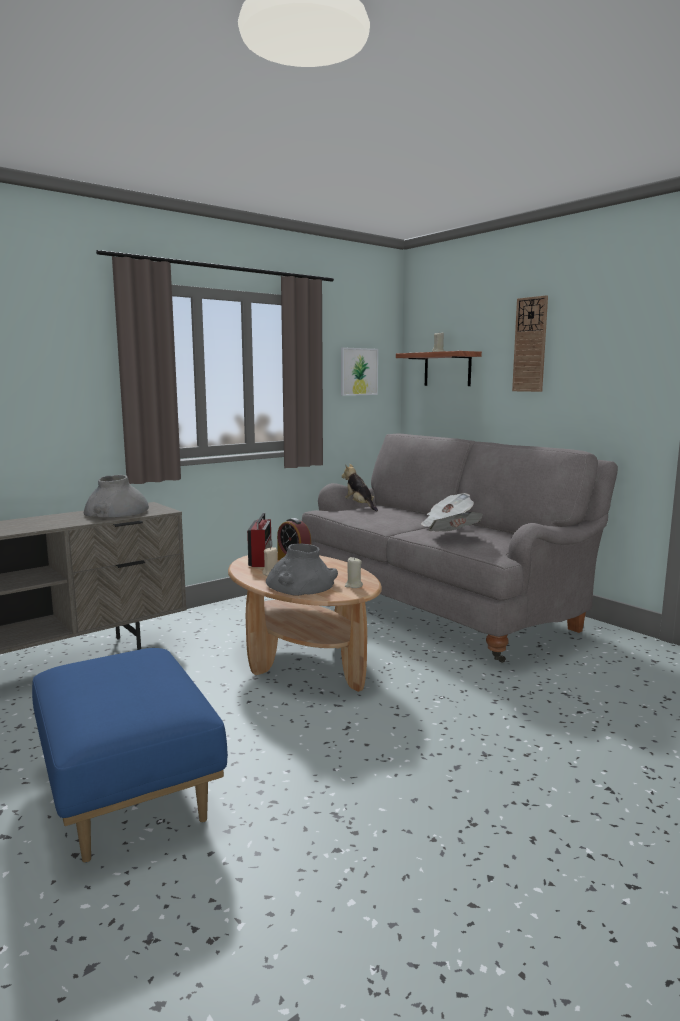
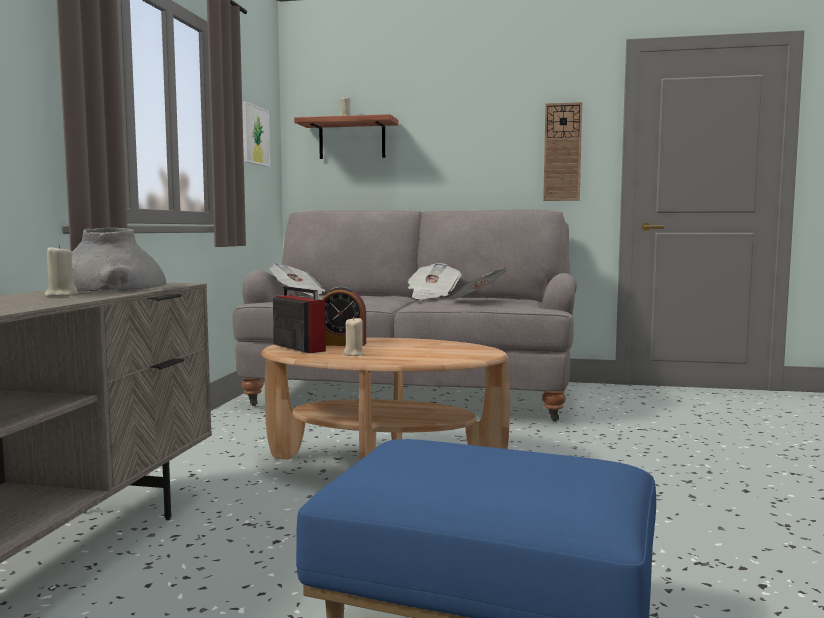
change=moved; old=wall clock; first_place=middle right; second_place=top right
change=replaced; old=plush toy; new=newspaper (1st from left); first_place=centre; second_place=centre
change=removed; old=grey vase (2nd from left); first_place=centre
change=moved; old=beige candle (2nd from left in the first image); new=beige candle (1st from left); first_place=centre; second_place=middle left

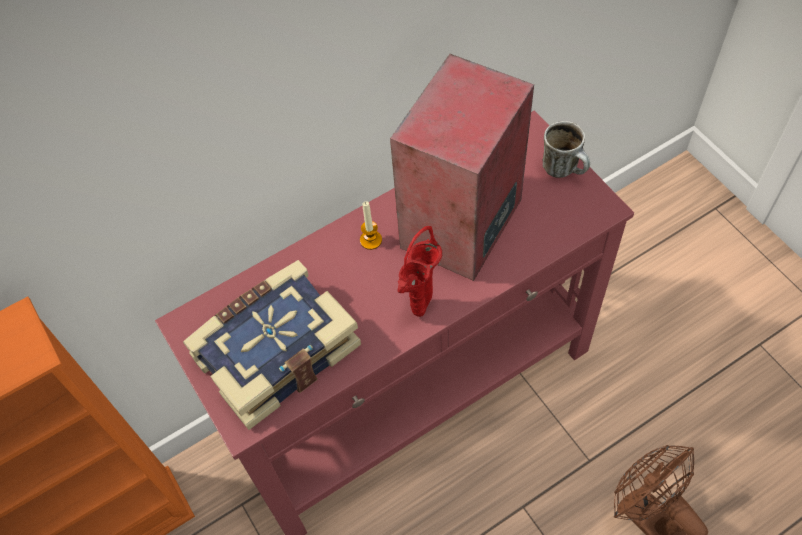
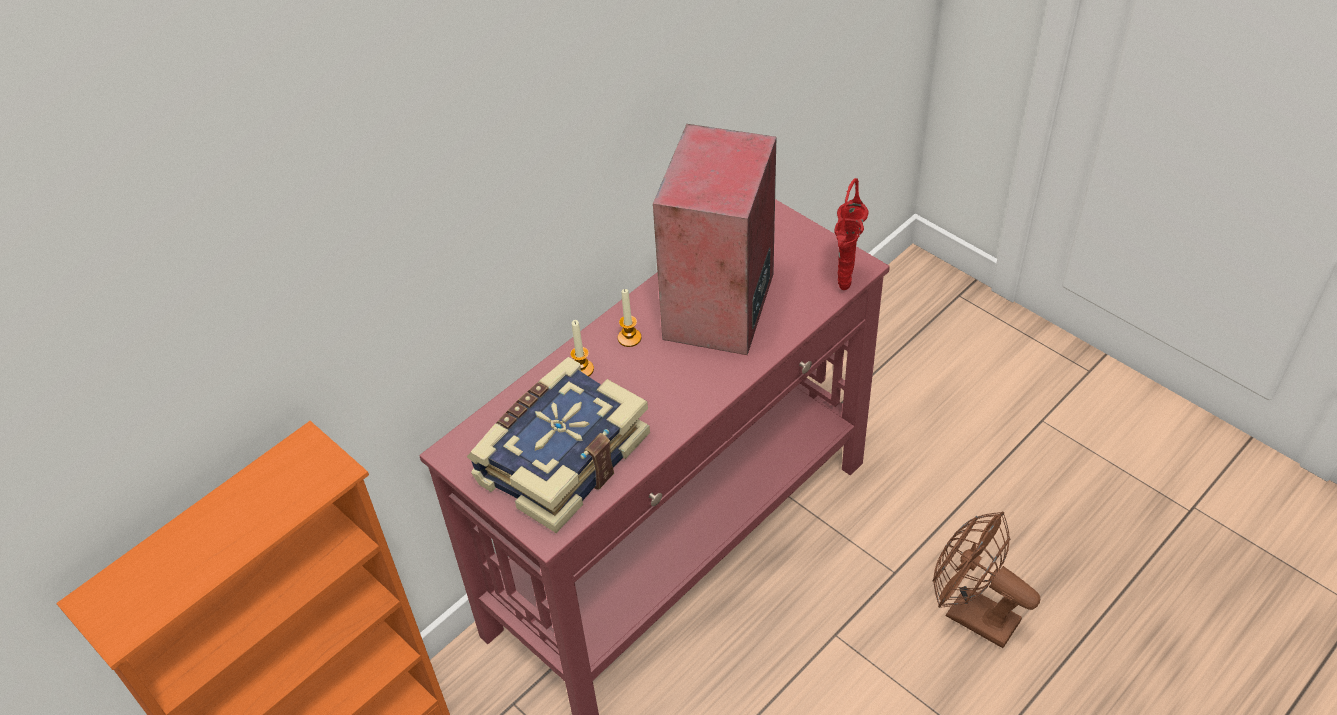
change=removed; old=mug; first_place=top right
change=moved; old=red vase; first_place=centre; second_place=top centre
change=added; new=candle (1st from left); second_place=centre

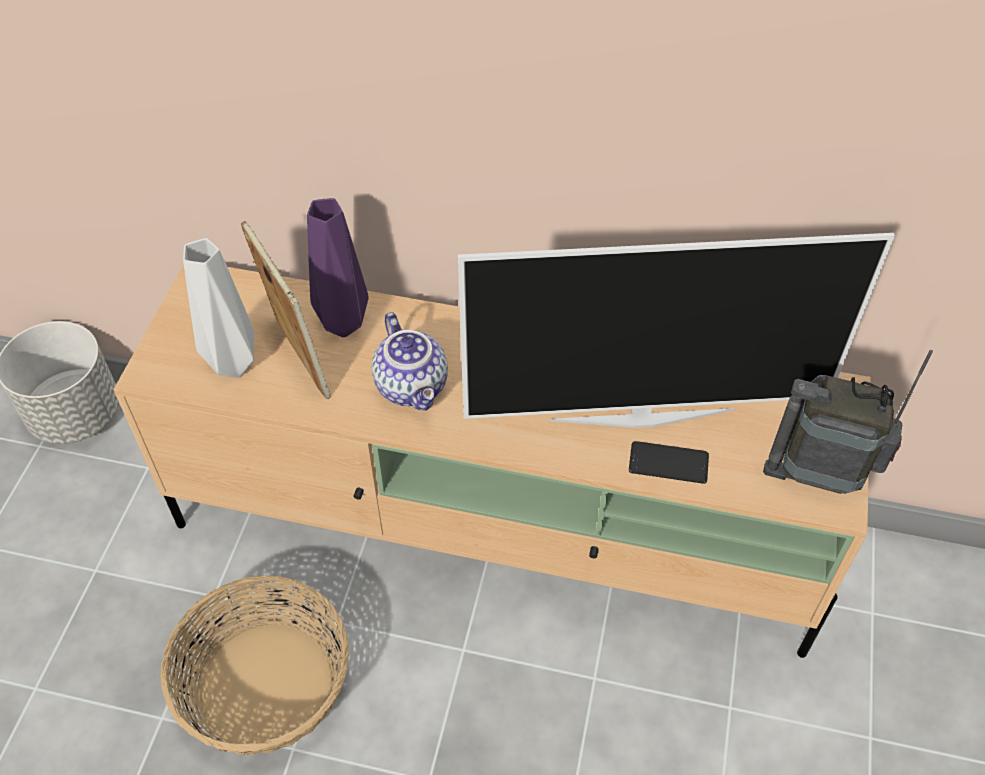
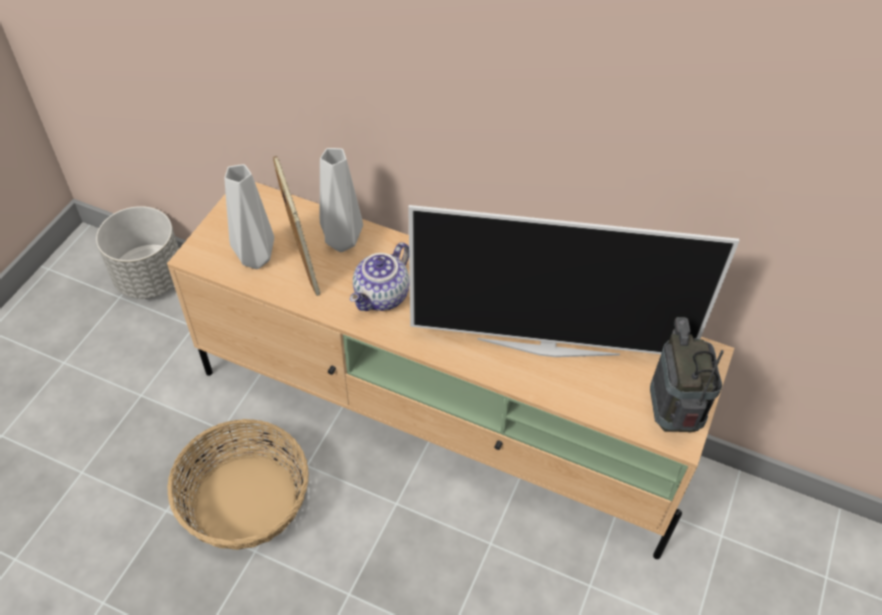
change=recoloured; old=purple vase; new=grey vase (2nd from left); first_place=centre; second_place=top centre
change=turned; old=teapot; first_place=centre; second_place=centre; degrees=45
change=turned; old=radio; first_place=middle right; second_place=middle right; degrees=60
change=removed; old=phone; first_place=middle right

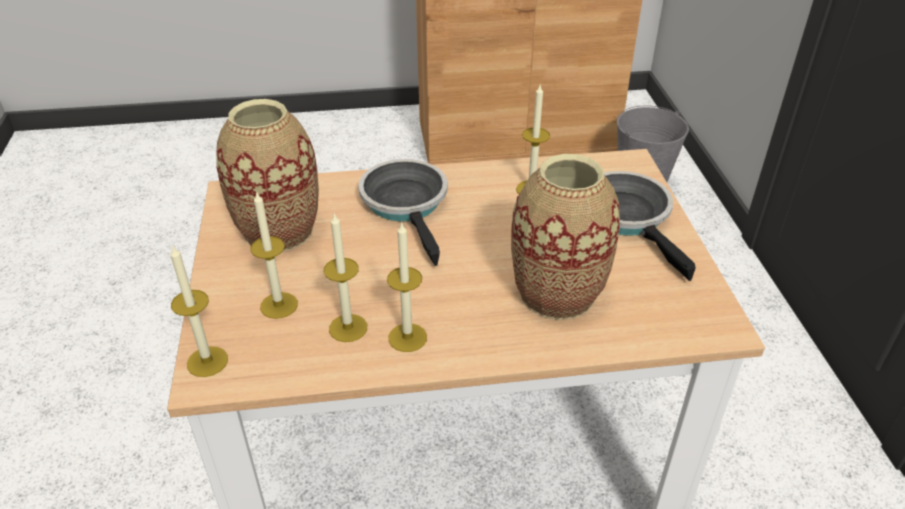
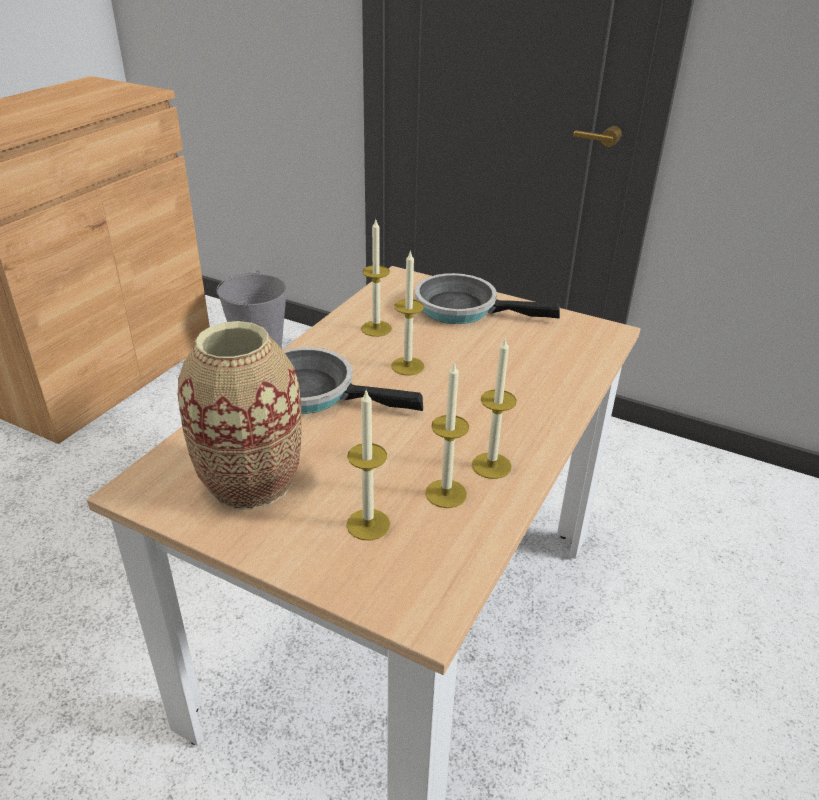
change=removed; old=vase (2nd from left); first_place=centre
change=moved; old=candle (1st from left in the first image); new=candle (3rd from left); first_place=middle left; second_place=centre

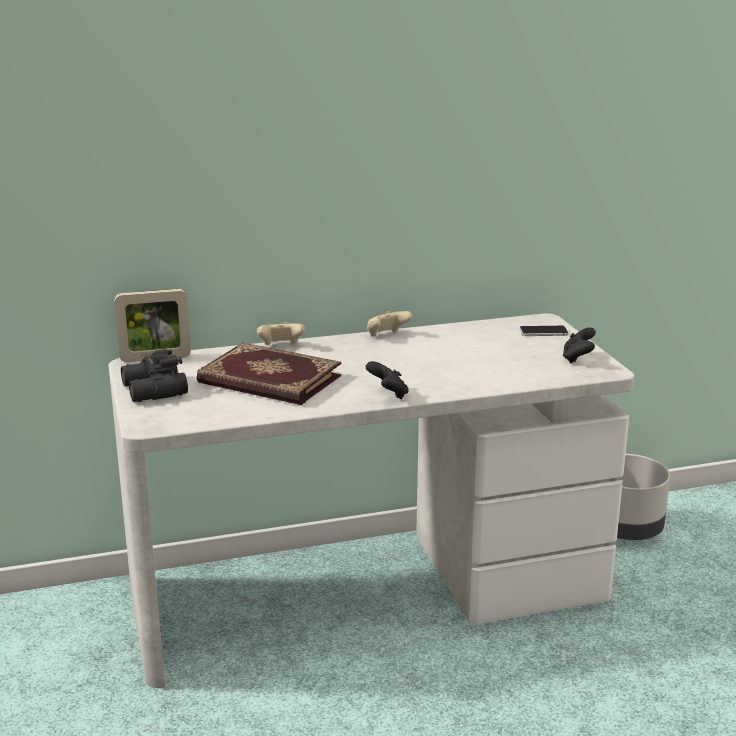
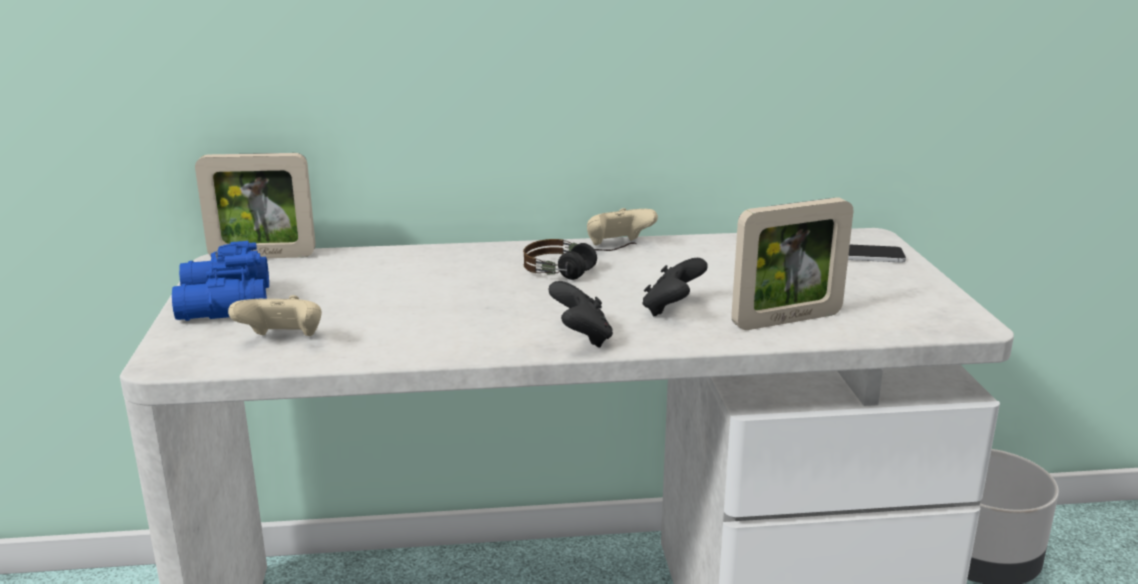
change=moved; old=beige game controller (1st from left); first_place=centre; second_place=middle left
change=moved; old=black game controller (2nd from left); first_place=middle right; second_place=centre
change=removed; old=book; first_place=centre
change=recoloured; old=black binoculars; new=blue binoculars; first_place=middle left; second_place=middle left
change=added; new=picture frame (2nd from left); second_place=middle right
change=added; new=headphones; second_place=centre

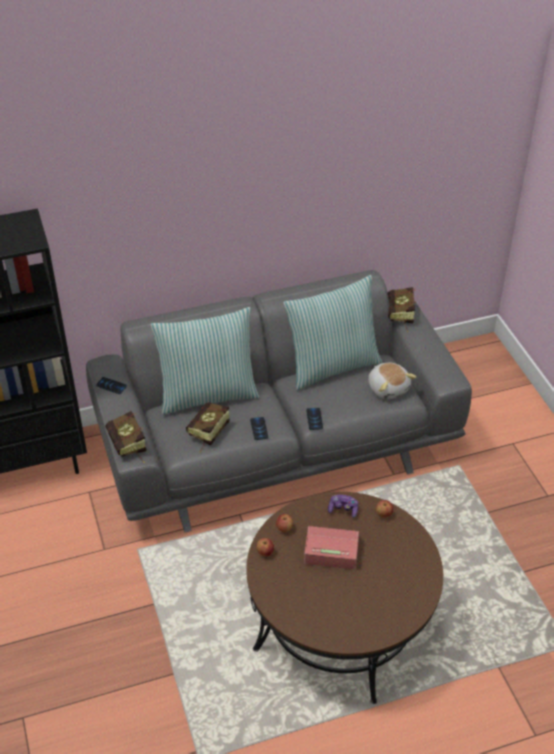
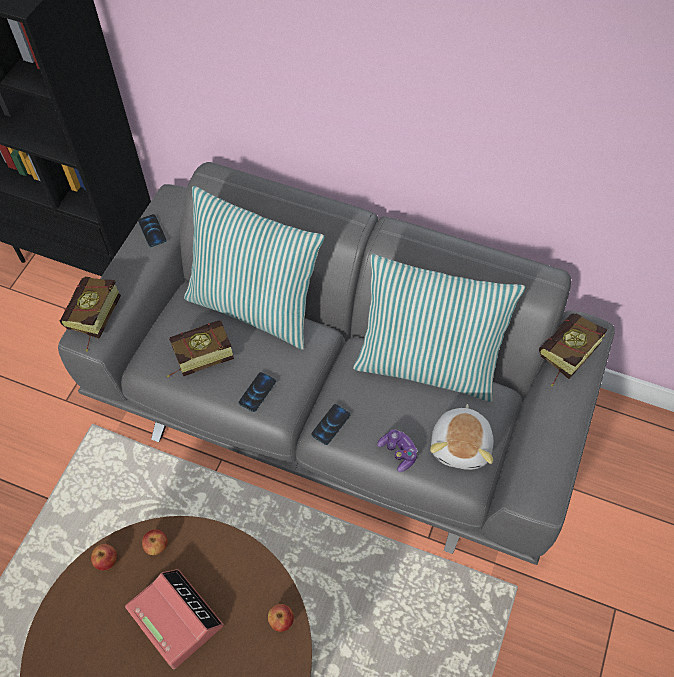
change=moved; old=game controller; first_place=bottom centre; second_place=centre

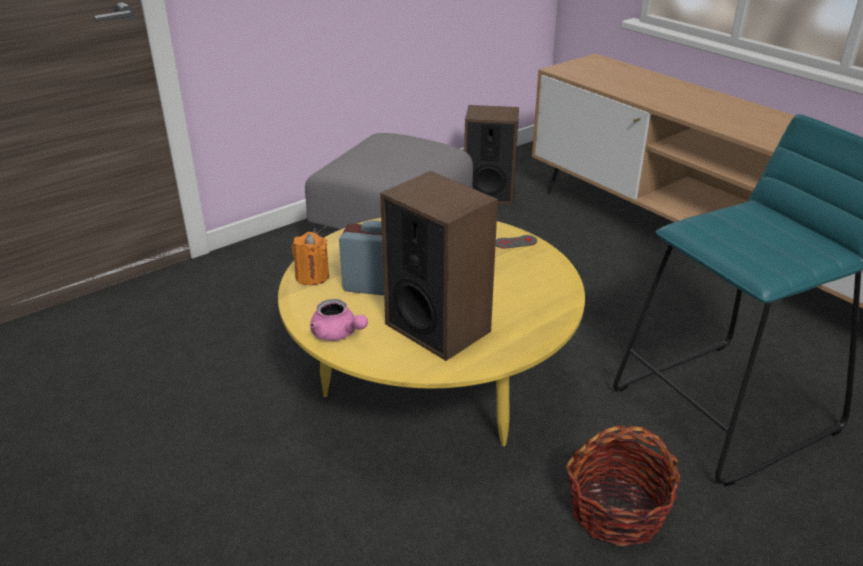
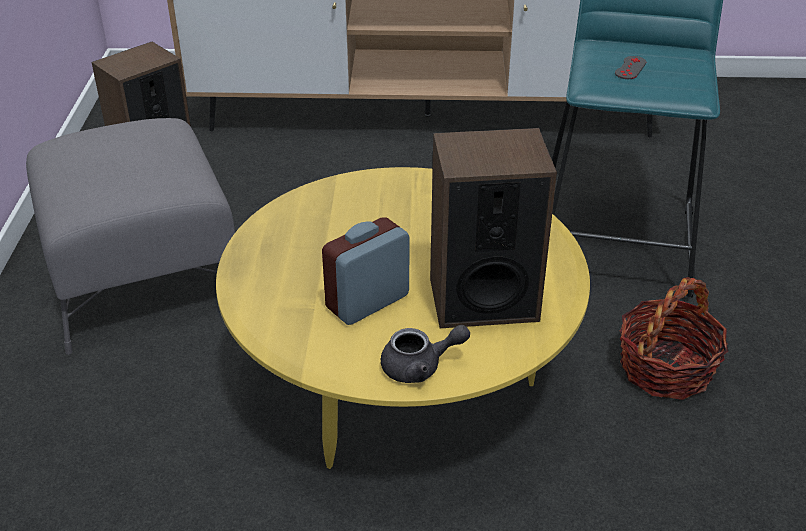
change=removed; old=orange candle; first_place=centre
change=moved; old=grey game controller; first_place=centre; second_place=top right
change=recoloured; old=pink teapot; new=grey teapot; first_place=centre; second_place=bottom centre

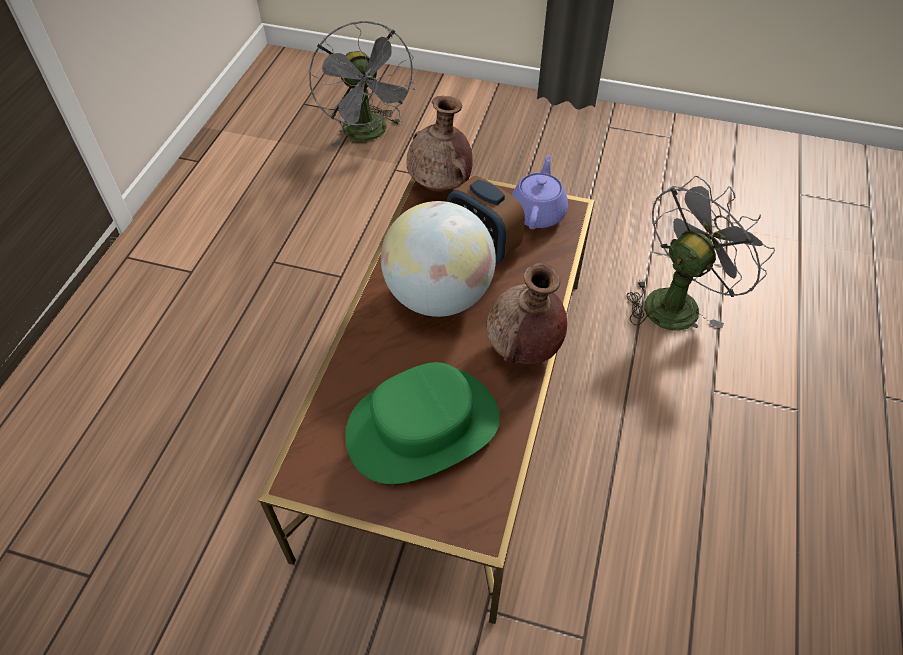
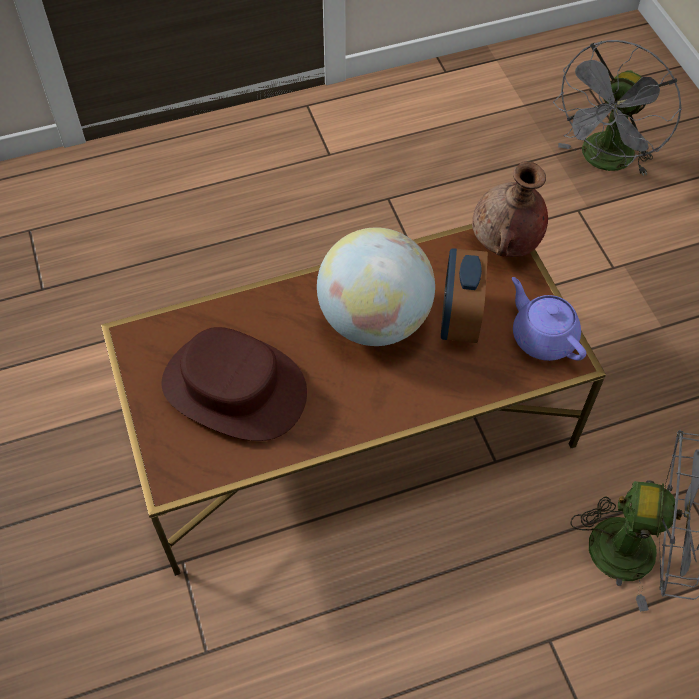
change=turned; old=purple teapot; first_place=top centre; second_place=middle right; degrees=-105
change=removed; old=brown vase (2nd from left); first_place=centre
change=recoloured; old=green hat; new=brown hat; first_place=centre; second_place=centre

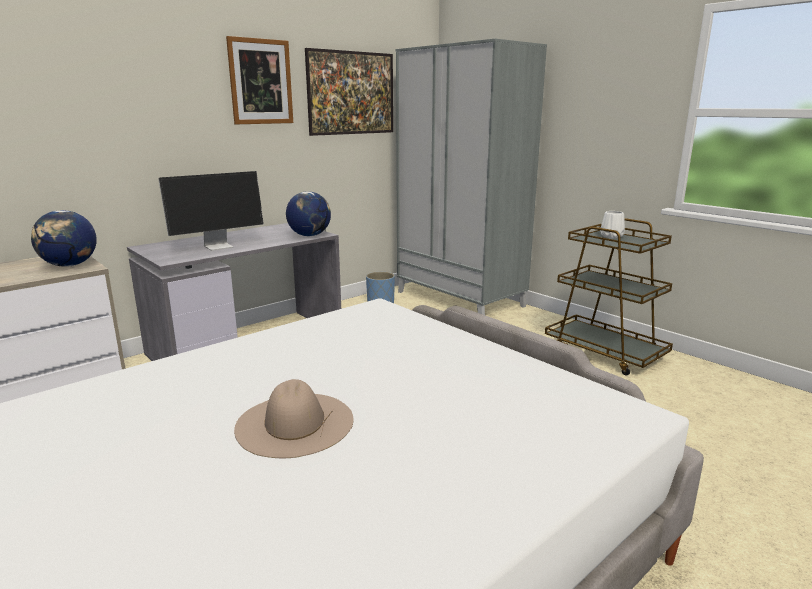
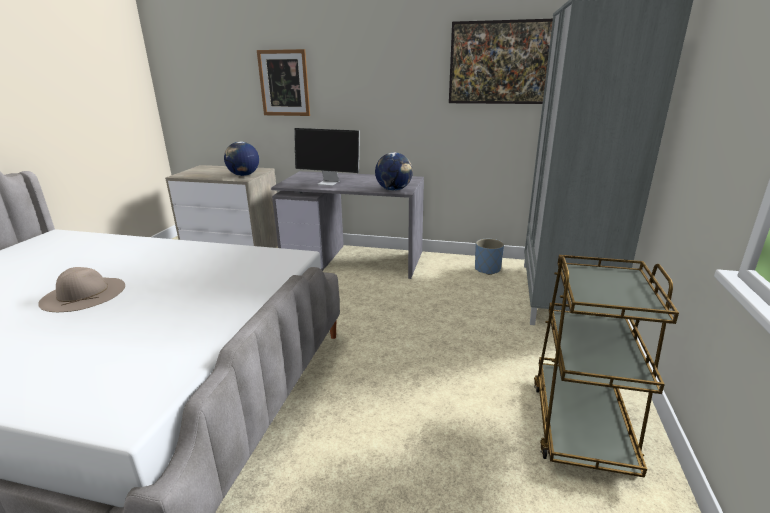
change=moved; old=picture (1st from left); first_place=top left; second_place=top centre
change=removed; old=white vase; first_place=middle right

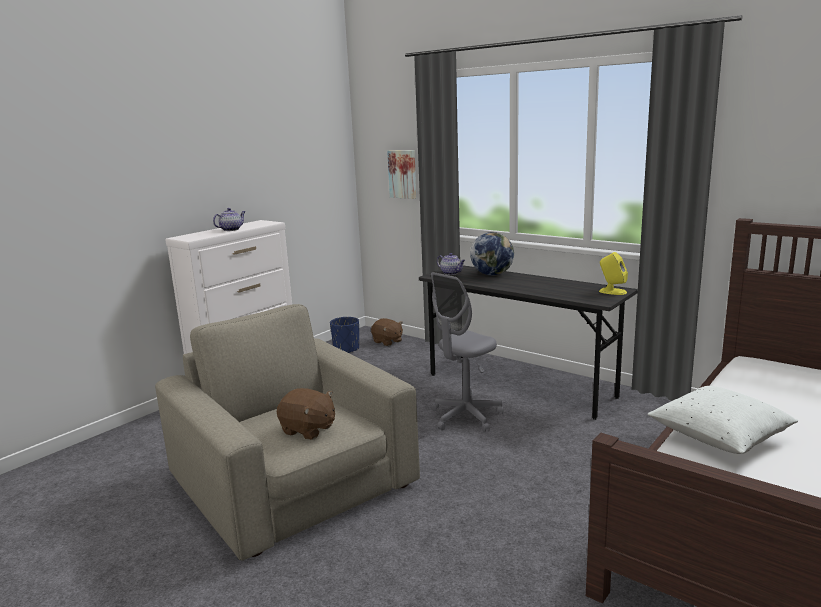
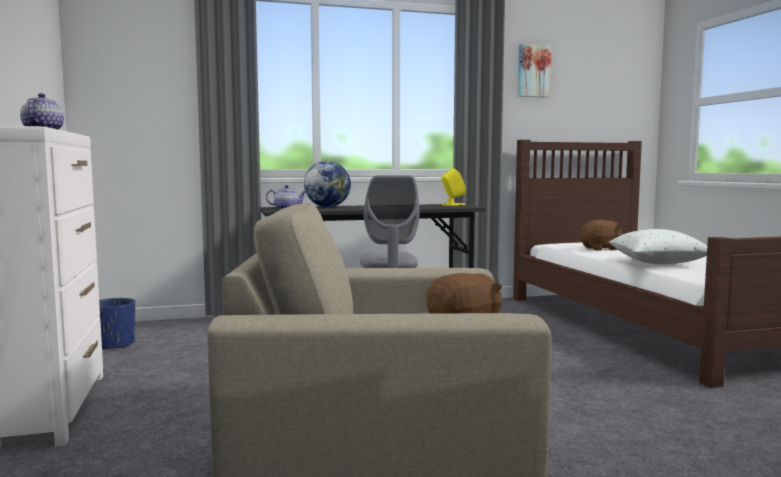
change=moved; old=picture; first_place=top centre; second_place=top right
change=moved; old=brown plush toy (2nd from left); first_place=centre; second_place=middle right

